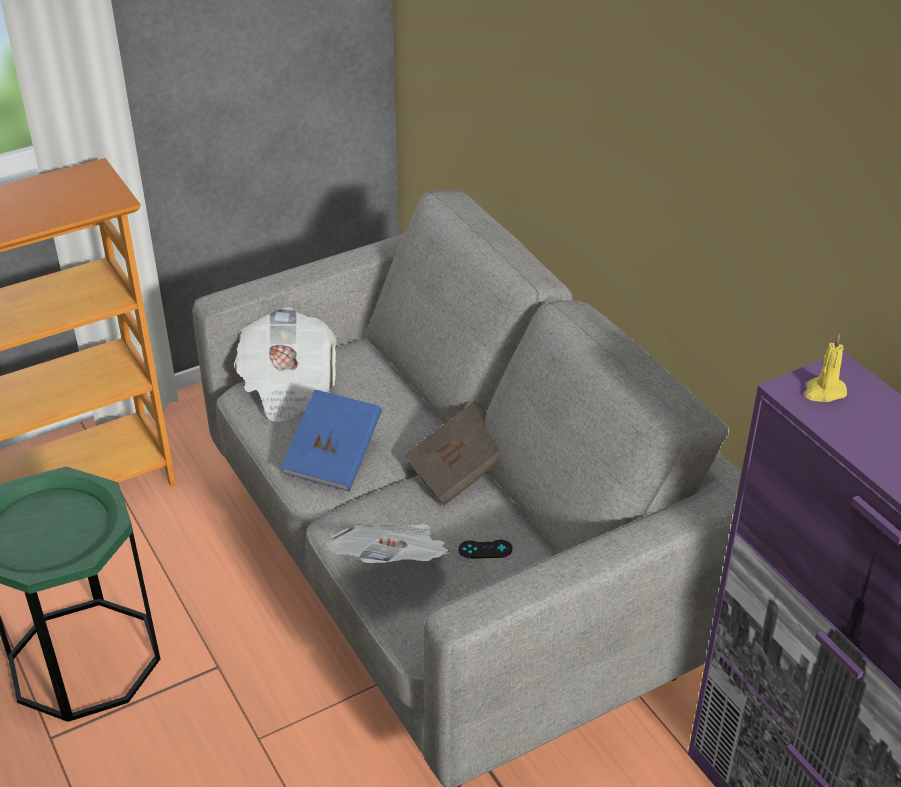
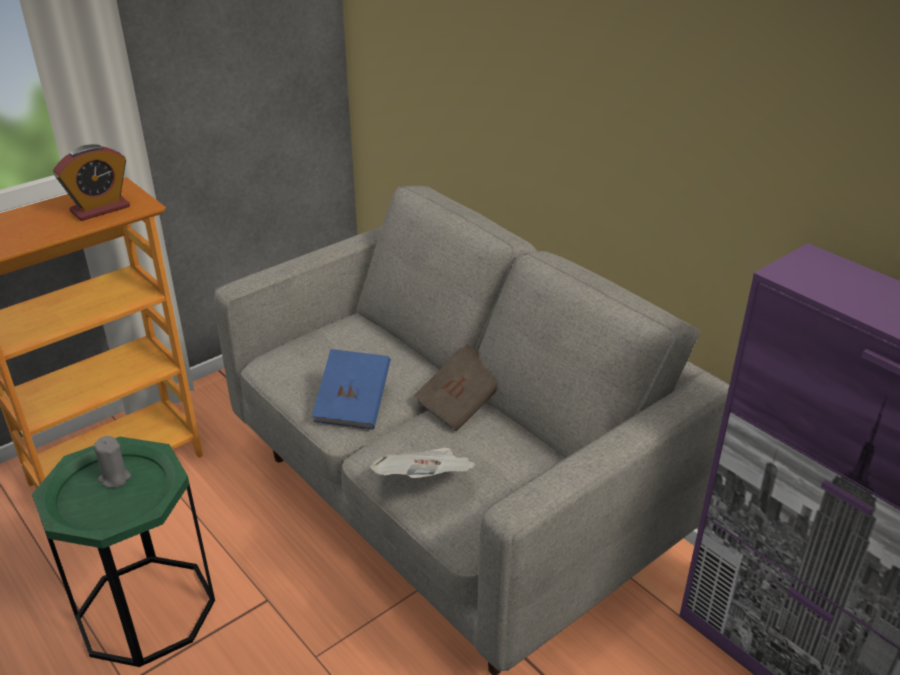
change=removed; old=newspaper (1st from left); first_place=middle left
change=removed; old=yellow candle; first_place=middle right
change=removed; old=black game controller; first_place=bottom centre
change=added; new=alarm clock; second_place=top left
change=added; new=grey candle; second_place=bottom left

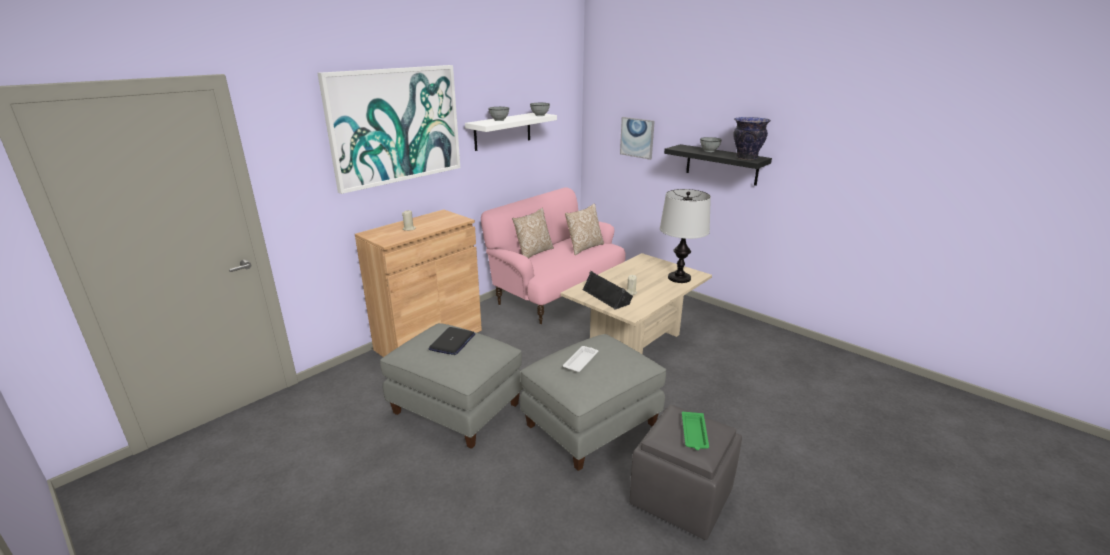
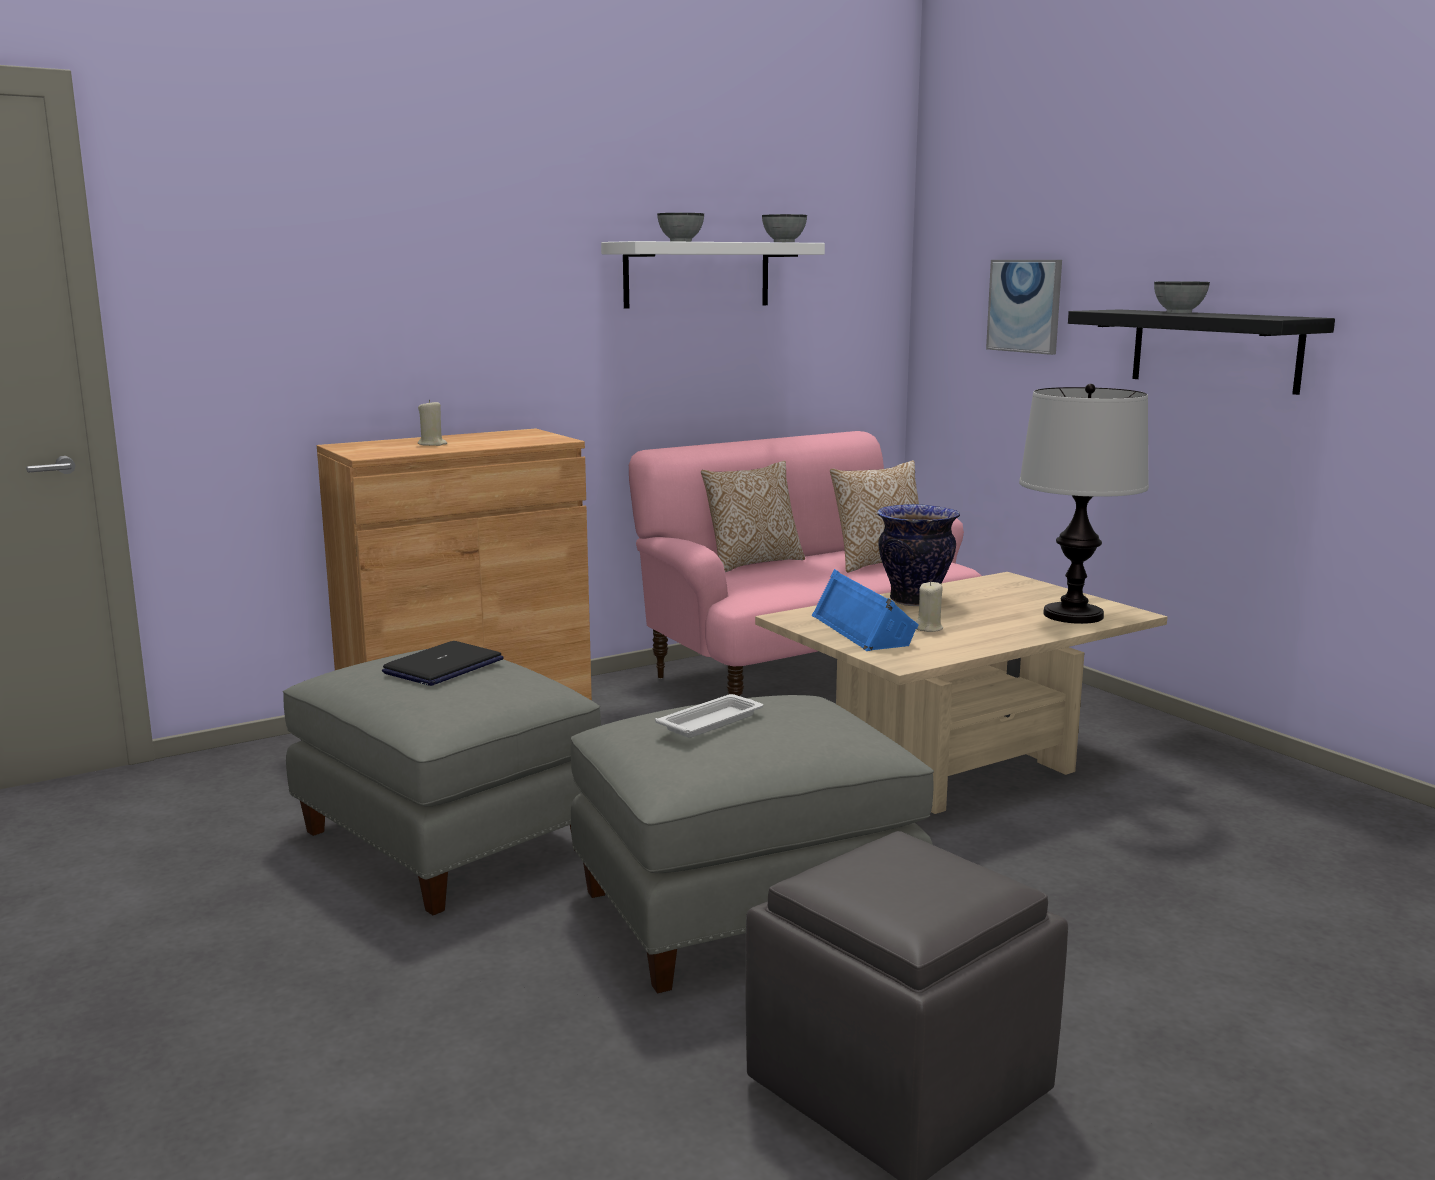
change=removed; old=picture (1st from left); first_place=top centre
change=moved; old=vase; first_place=top right; second_place=centre
change=recoloured; old=black speaker; new=blue speaker; first_place=centre; second_place=centre
change=removed; old=green tray; first_place=bottom centre

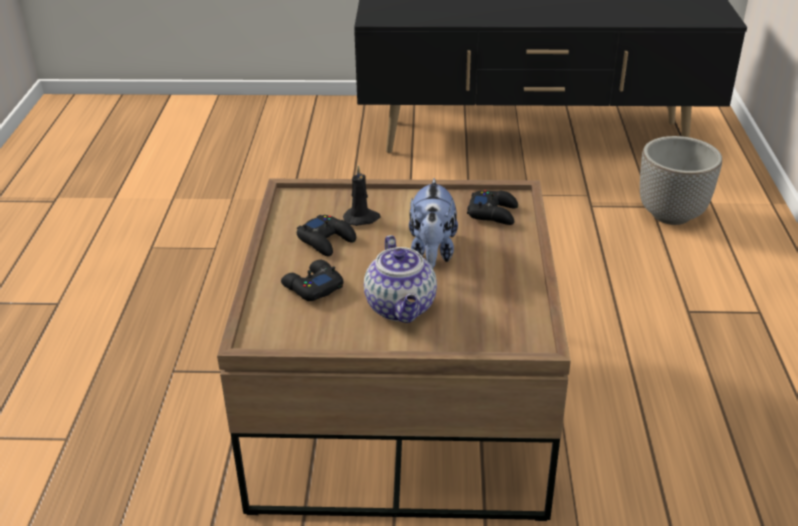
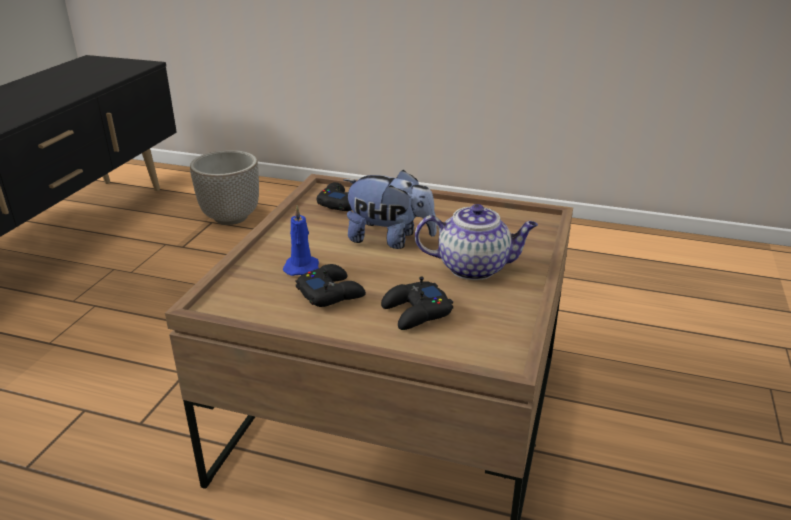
change=recoloured; old=black candle; new=blue candle; first_place=centre; second_place=centre

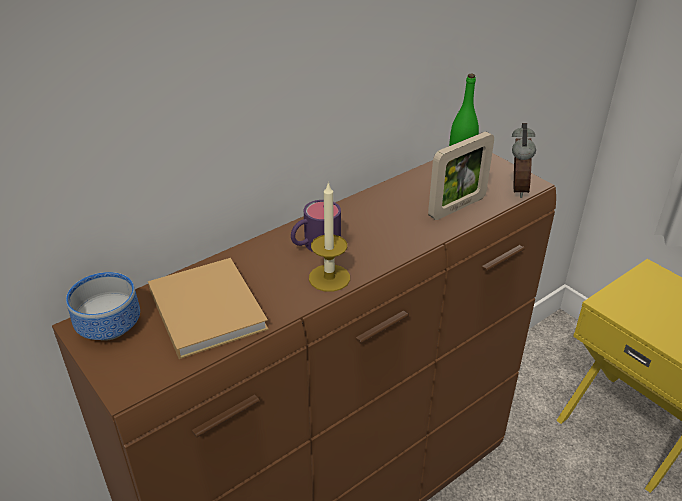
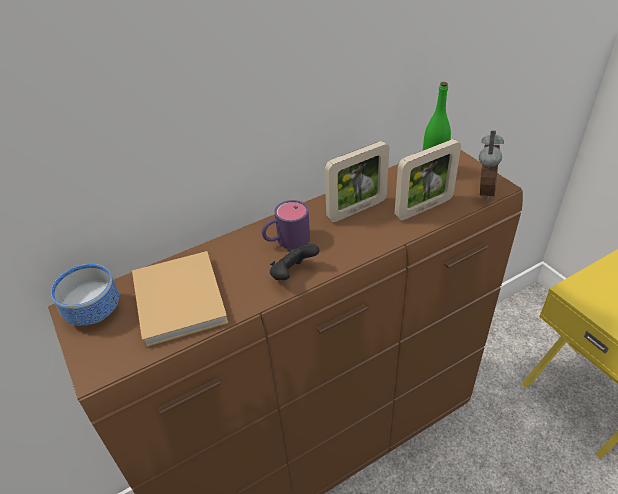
change=replaced; old=candle; new=black game controller; first_place=centre; second_place=centre
change=added; new=picture frame (1st from left); second_place=centre

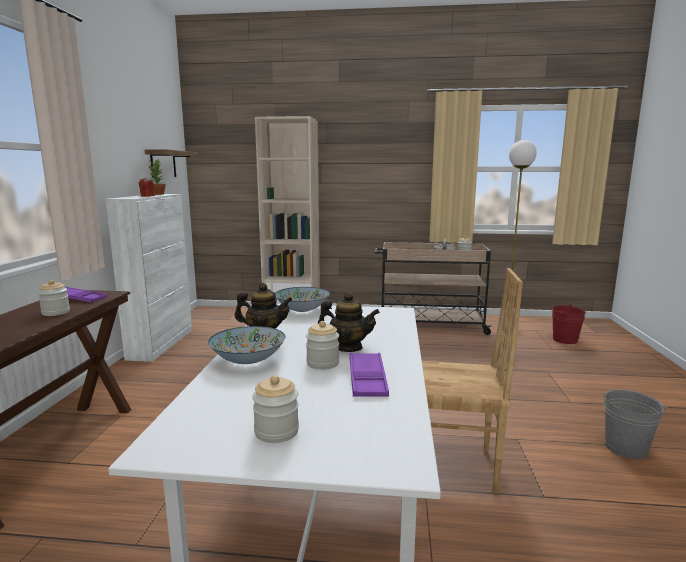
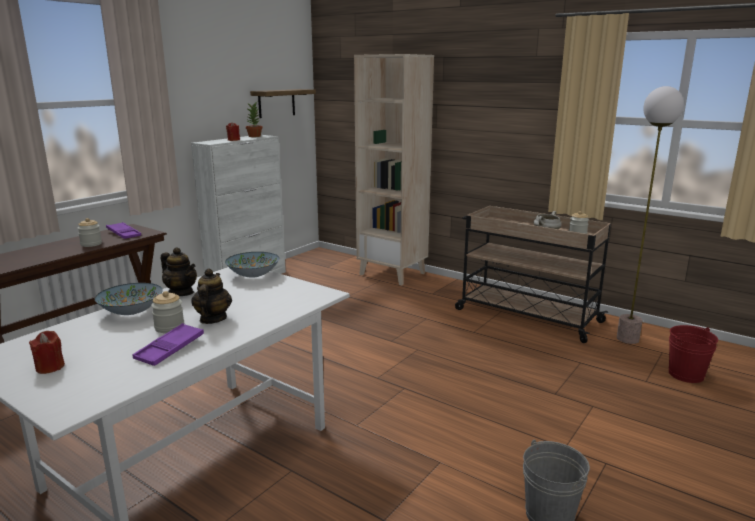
change=removed; old=brown chair; first_place=bottom right
change=turned; old=teapot (2nd from left); first_place=centre; second_place=middle left; degrees=-135
change=replaced; old=jar (2nd from left); new=red candle (1st from left); first_place=bottom centre; second_place=bottom left

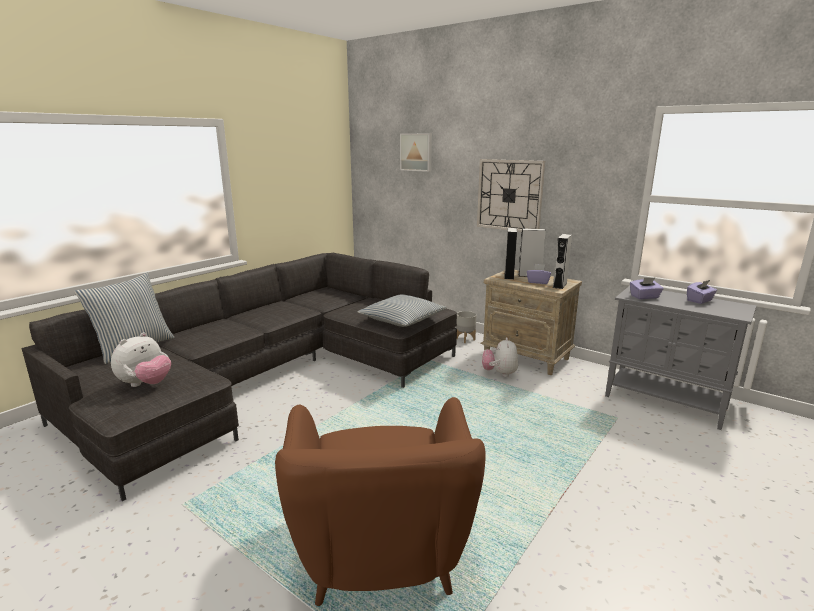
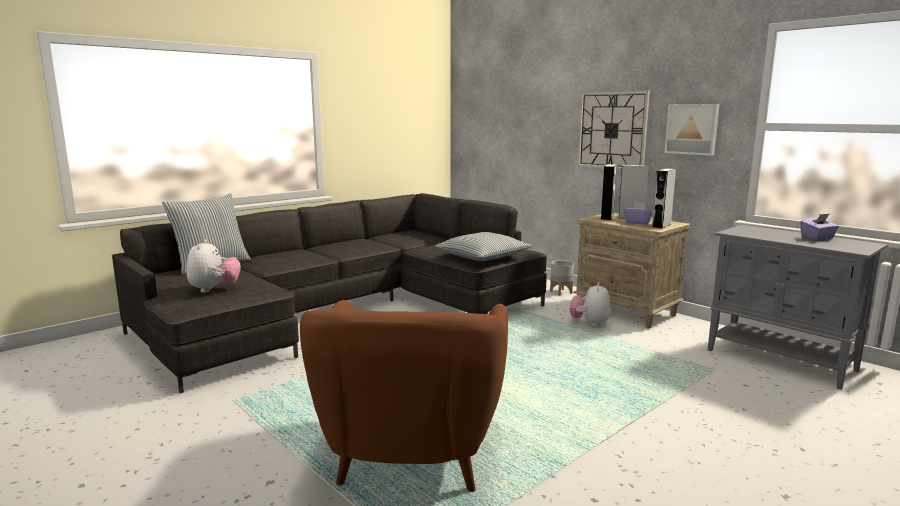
change=moved; old=picture; first_place=top centre; second_place=top right
change=removed; old=purple tissue box (2nd from left); first_place=middle right
change=turned; old=plush toy (1st from left); first_place=middle left; second_place=middle left; degrees=-45

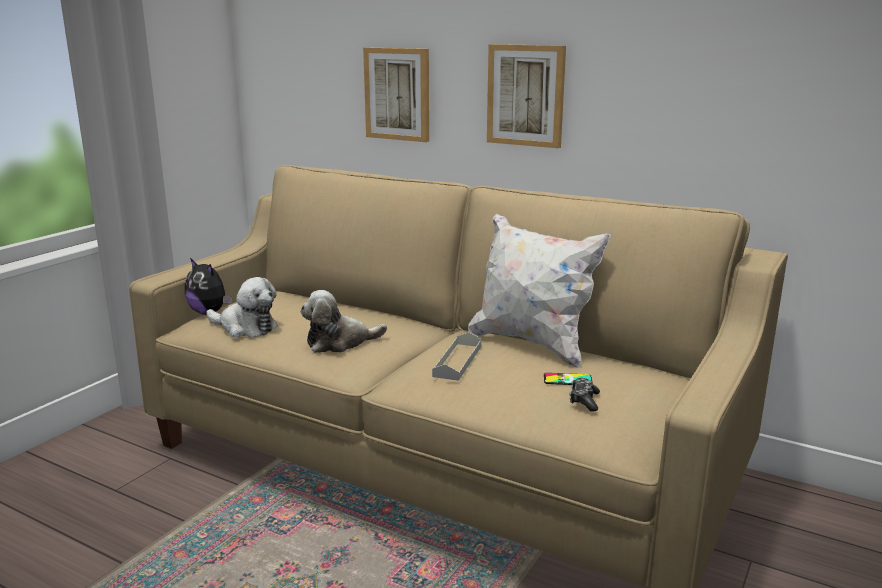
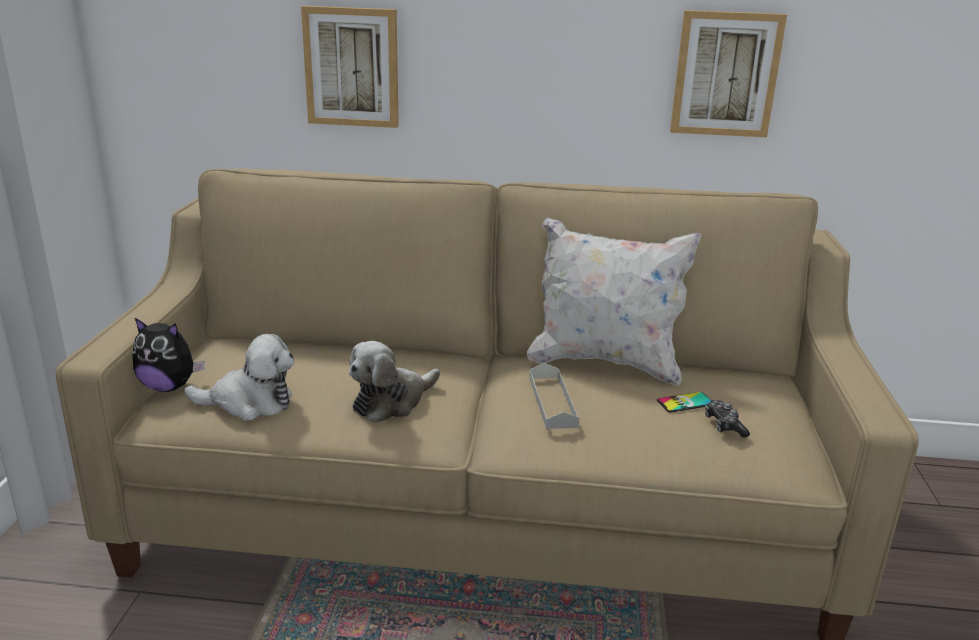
change=moved; old=picture (2nd from left); first_place=top centre; second_place=top right

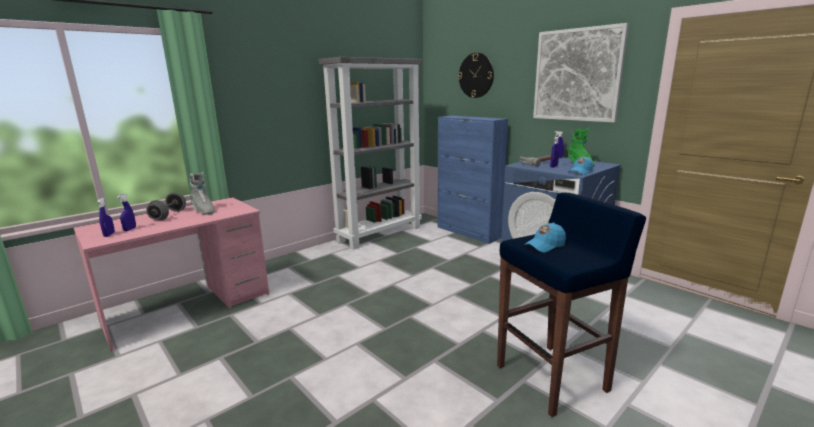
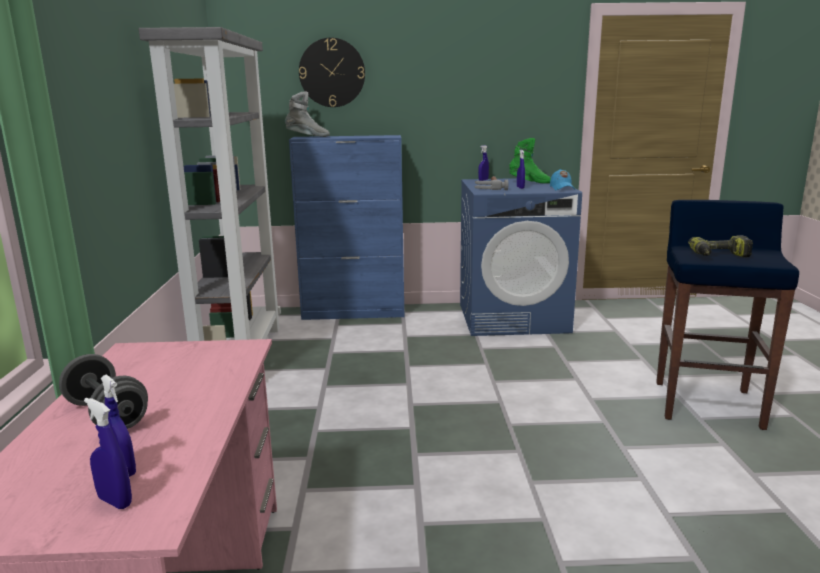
change=removed; old=picture; first_place=top right
change=moved; old=grey boot; first_place=middle left; second_place=top centre
change=replaced; old=blue cap (1st from left); new=power drill; first_place=middle right; second_place=middle right

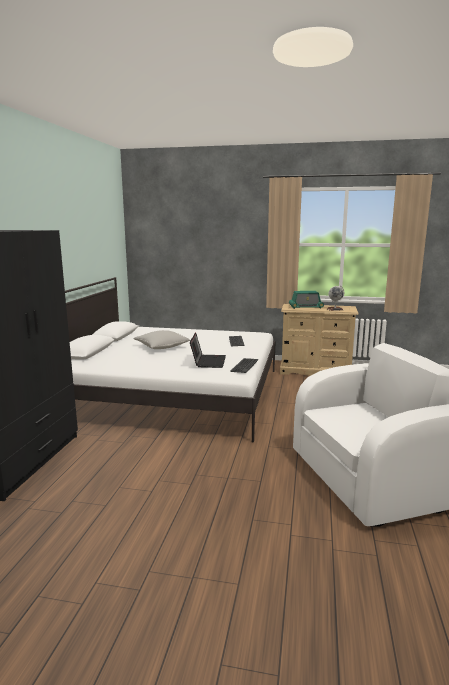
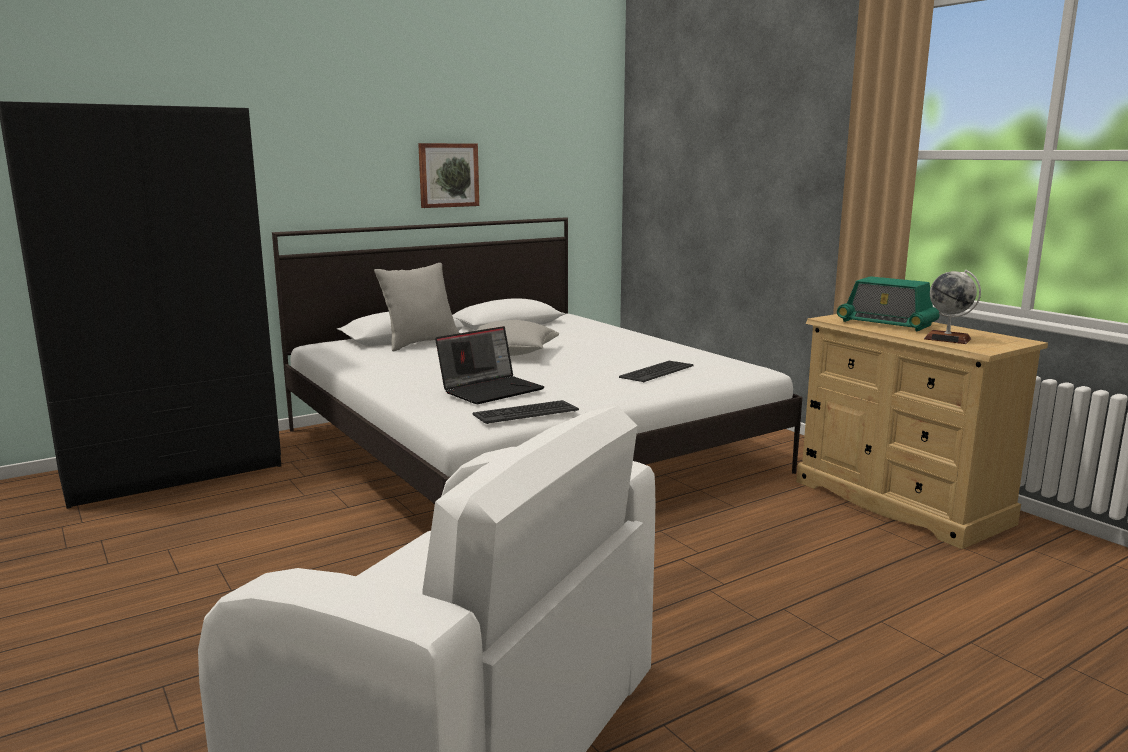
change=added; new=picture; second_place=top centre
change=added; new=grey pillow (1st from left); second_place=centre

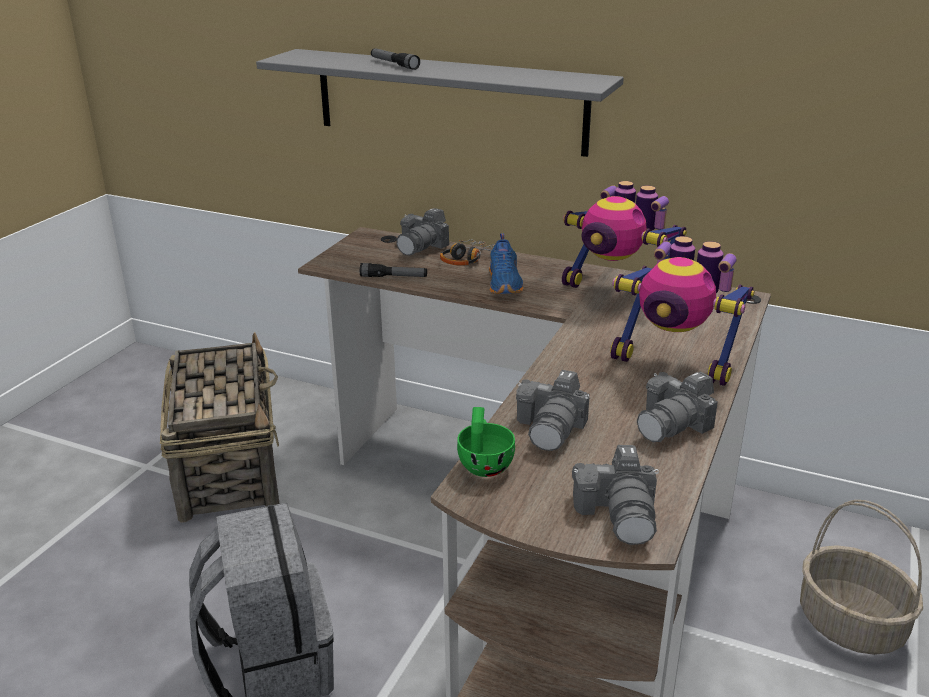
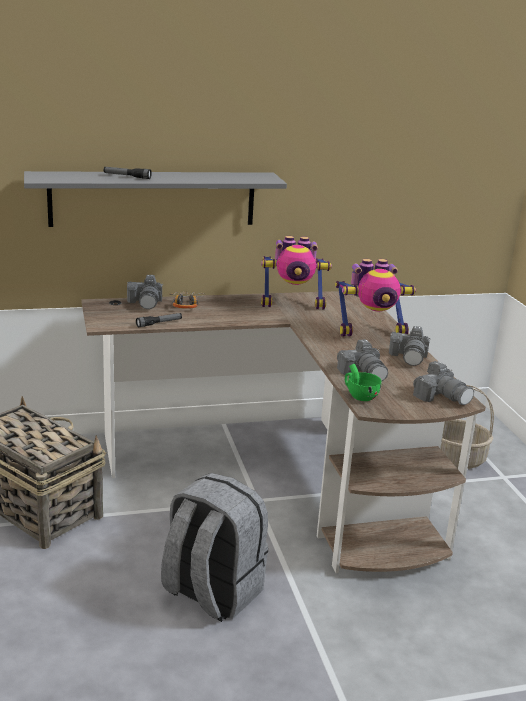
change=removed; old=blue shoe; first_place=centre

